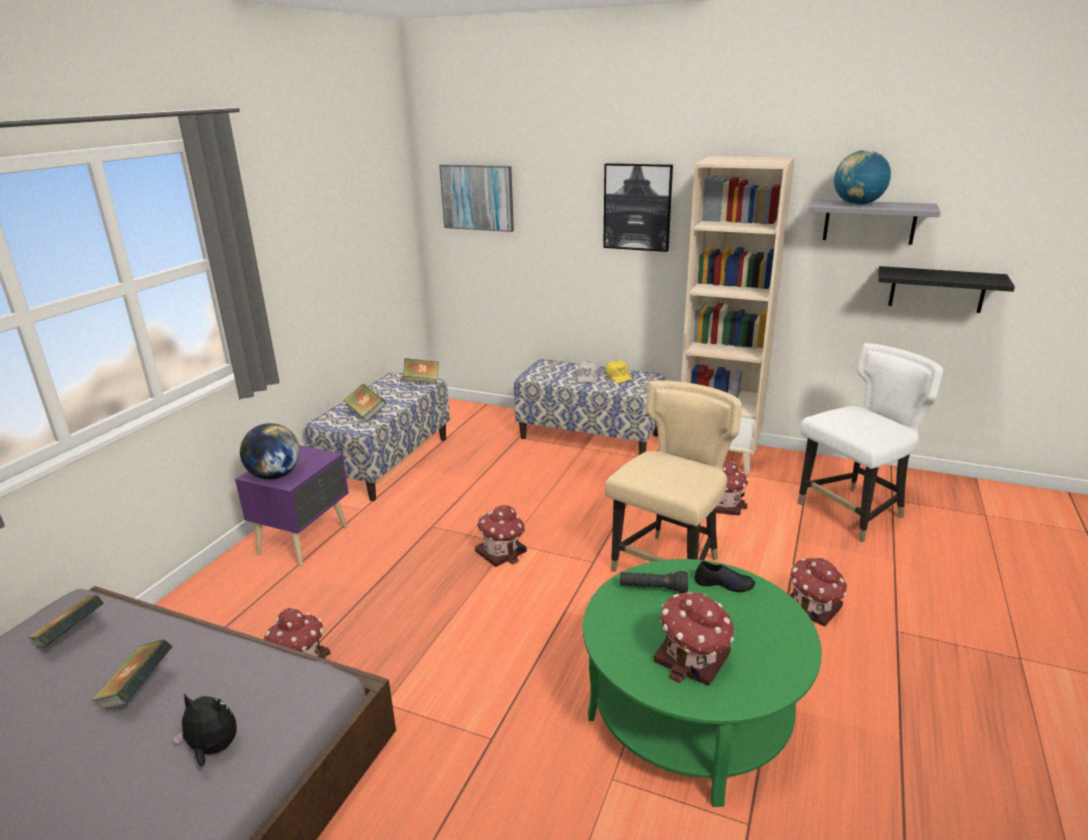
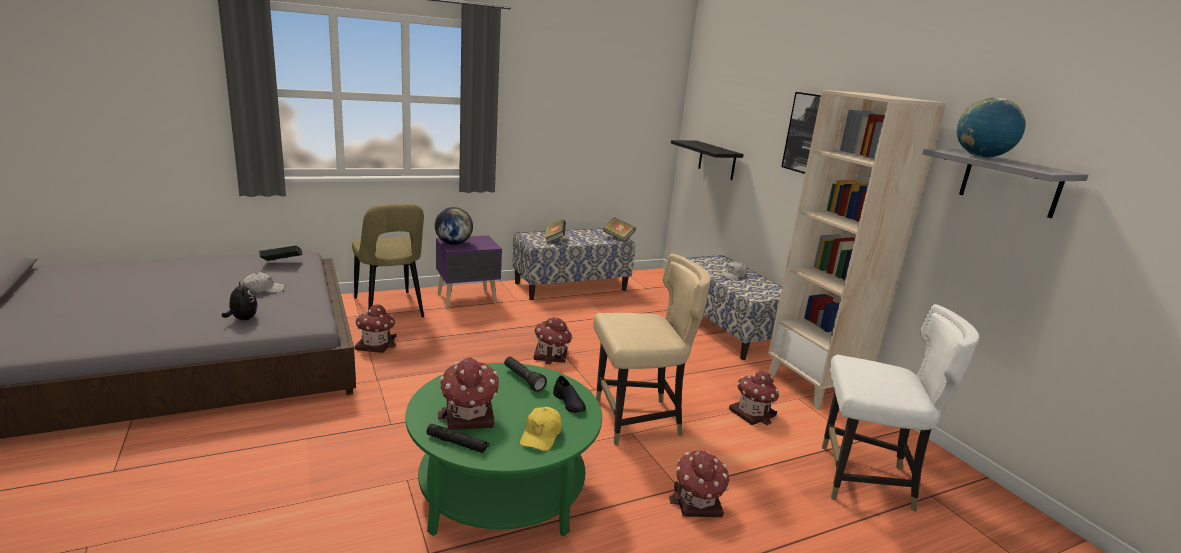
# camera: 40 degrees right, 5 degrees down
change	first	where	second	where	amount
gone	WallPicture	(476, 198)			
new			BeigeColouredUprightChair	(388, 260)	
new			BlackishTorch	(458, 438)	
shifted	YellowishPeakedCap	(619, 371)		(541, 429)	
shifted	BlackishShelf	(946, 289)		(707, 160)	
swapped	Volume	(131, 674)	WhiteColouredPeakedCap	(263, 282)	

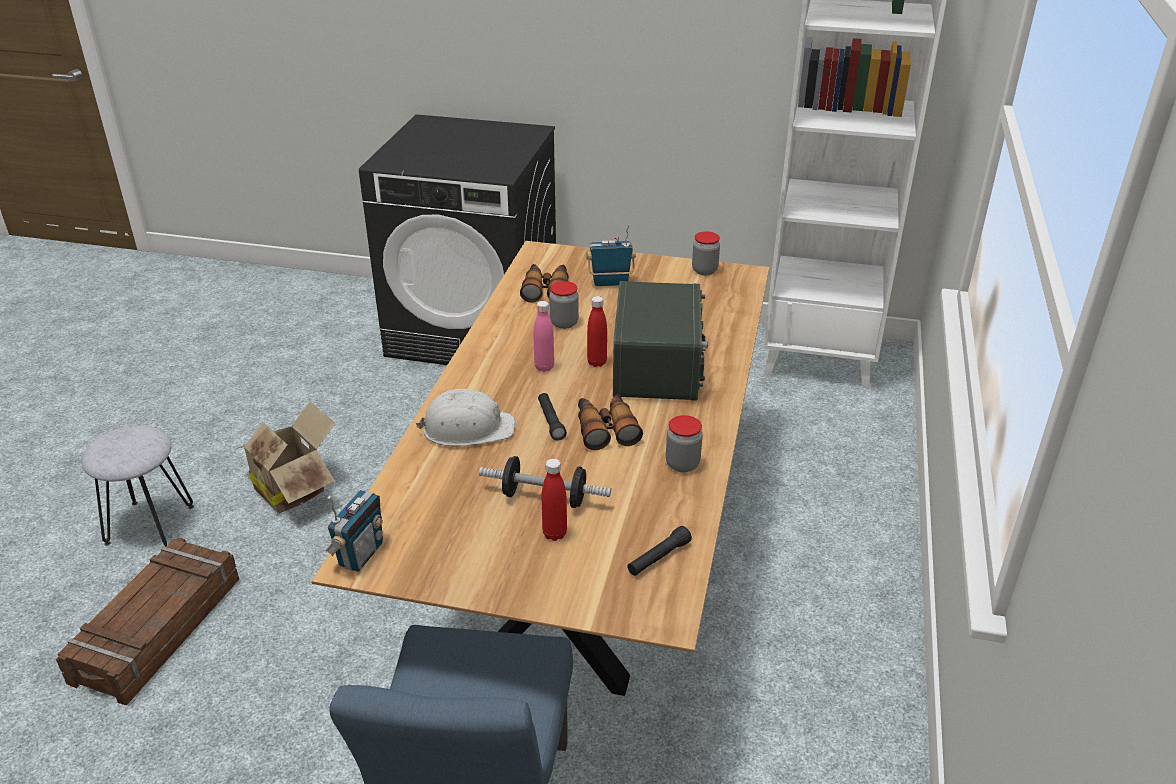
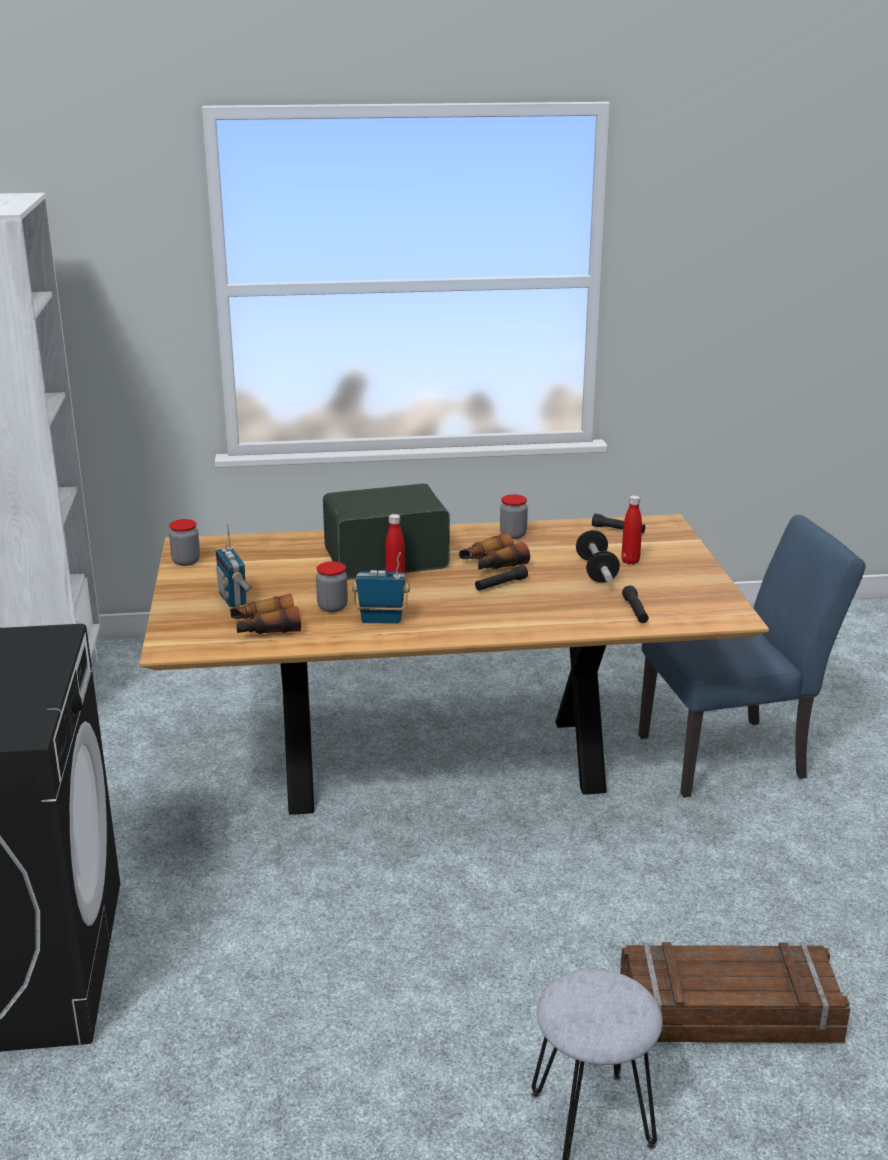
# camera: 110 degrees left, 10 degrees down
change	first	where	second	where	amount
gone	Carton	(286, 458)			
gone	WhiteColouredSafetyHelmet	(465, 417)			
gone	PinkishDrinkBottle	(544, 336)			
new			BlackishTorch	(635, 604)	
shifted	Radio	(354, 531)		(381, 588)	

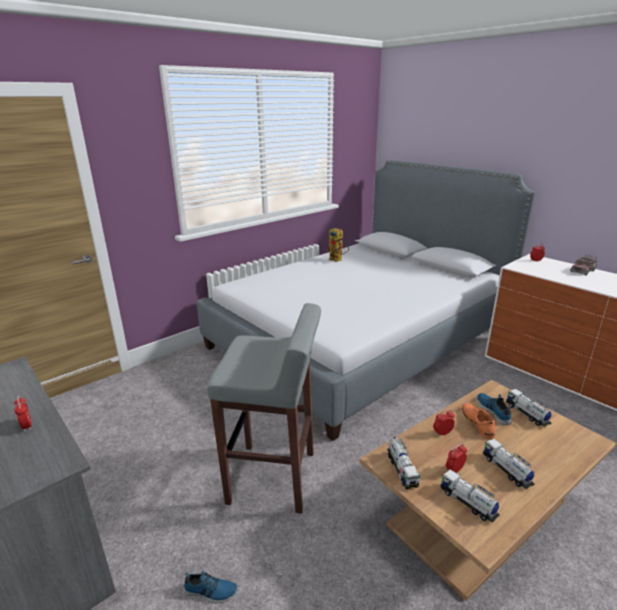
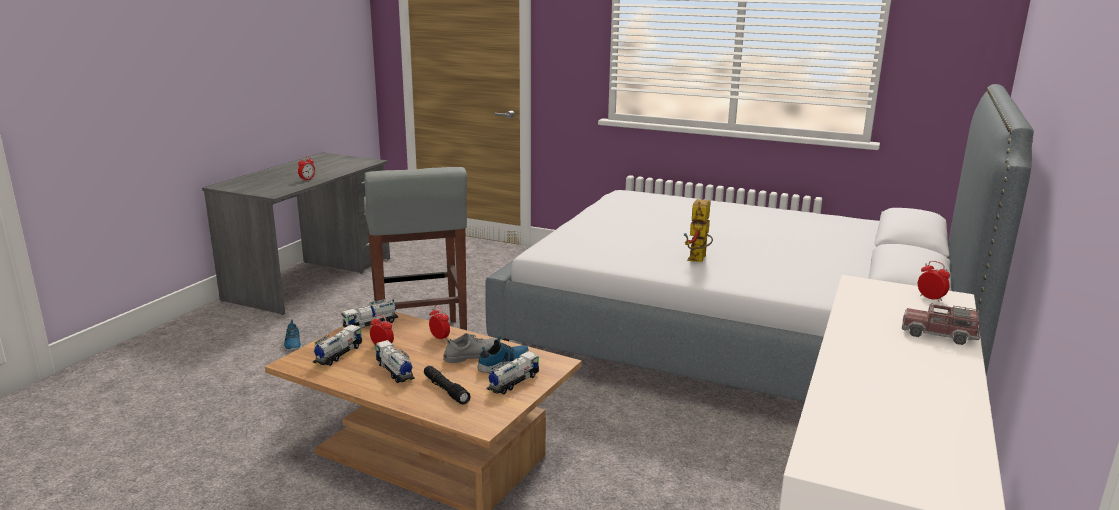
# camera: 65 degrees right, 5 degrees down
change	first	where	second	where	amount
new			BlackishTorch	(447, 385)	
shifted	RobotFigure	(338, 245)		(698, 230)	
repainted	OrangeItemOfFootwear	(479, 421)	GrayItemOfFootwear	(470, 348)	
rotated	ModelTruck	(509, 464)		(395, 361)	75 degrees counterclockwise

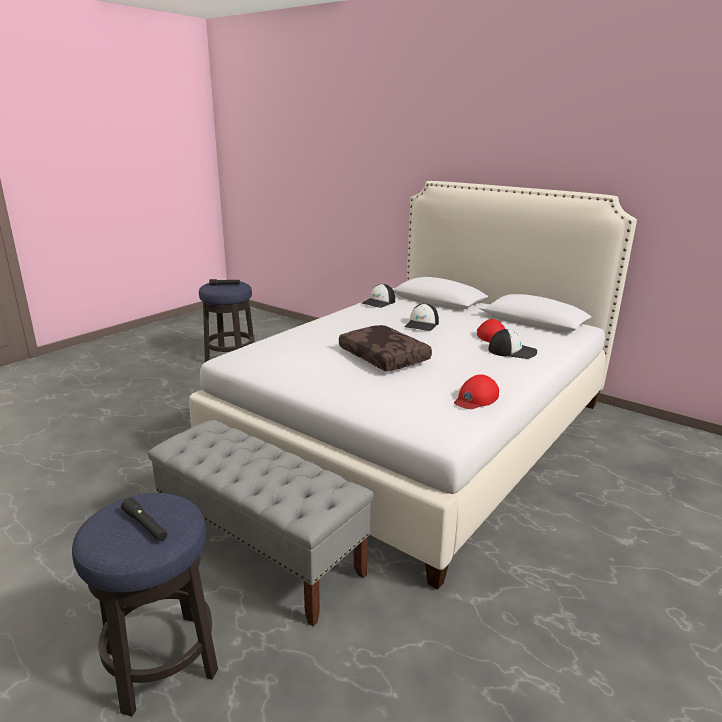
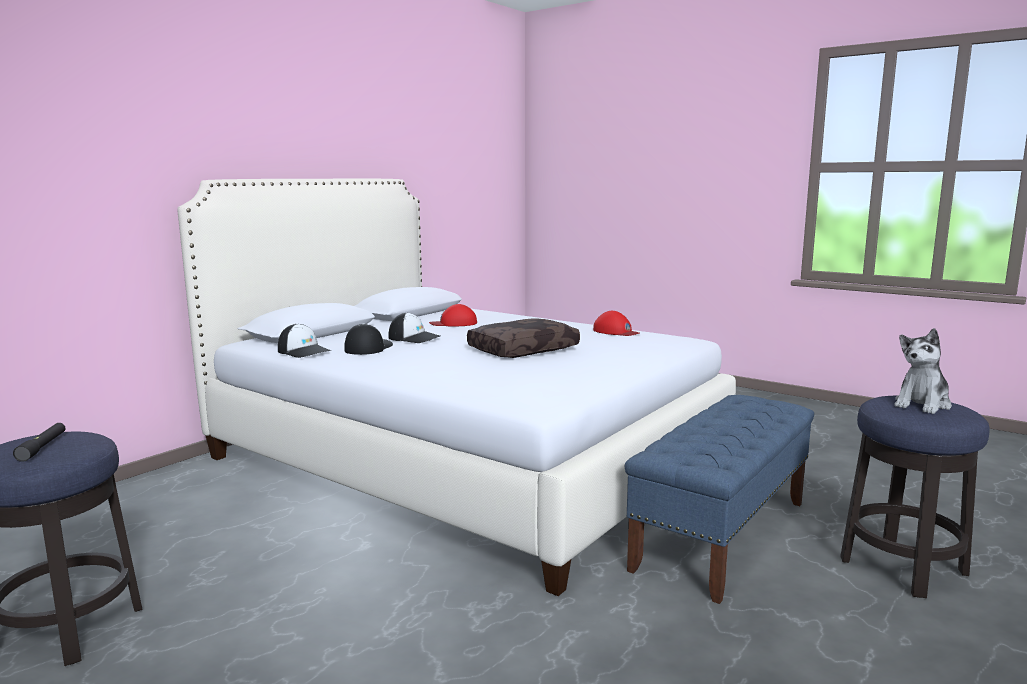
# camera: 90 degrees left, 10 degrees down
change	first	where	second	where	amount
shifted	PeakedCap	(513, 344)		(368, 339)	
swapped	BlackishTorch	(144, 519)	PlushToy	(923, 371)	
repainted	GrayIndoorBench	(261, 523)	BluishIndoorBench	(719, 499)	

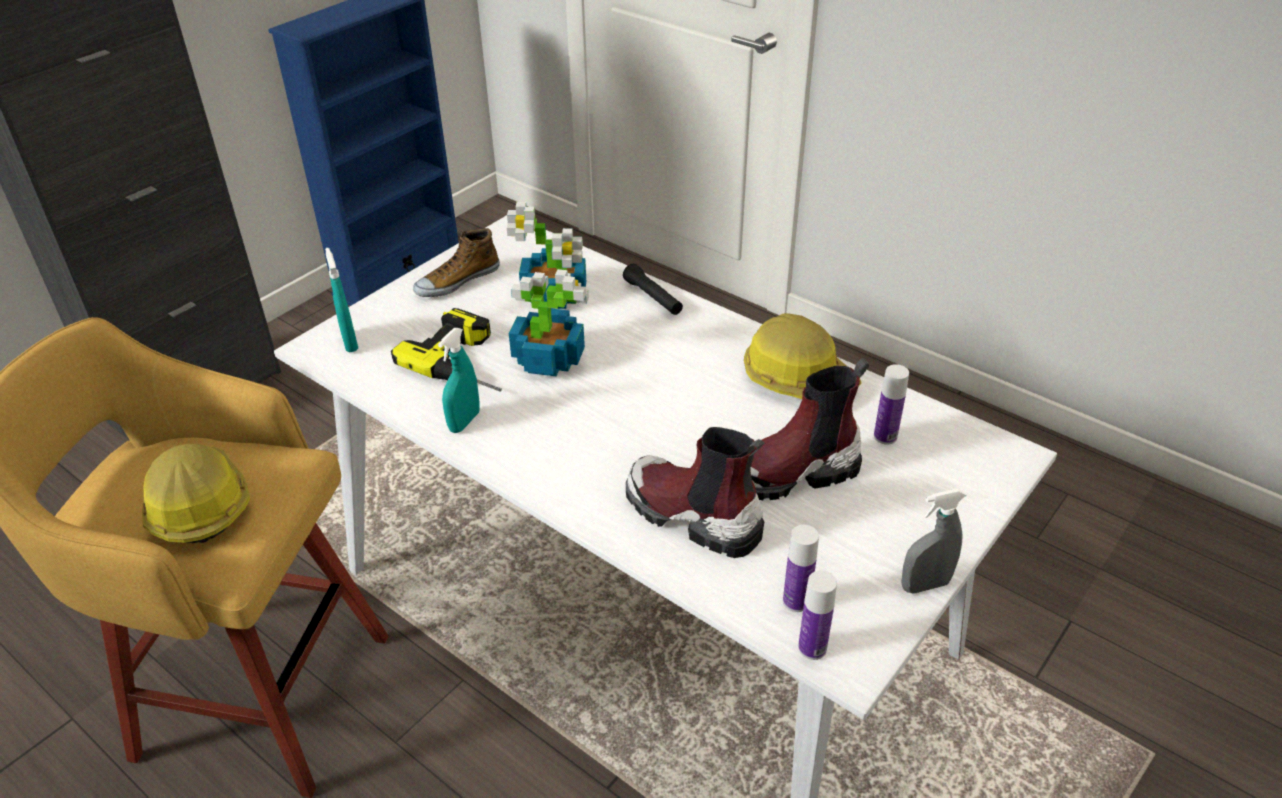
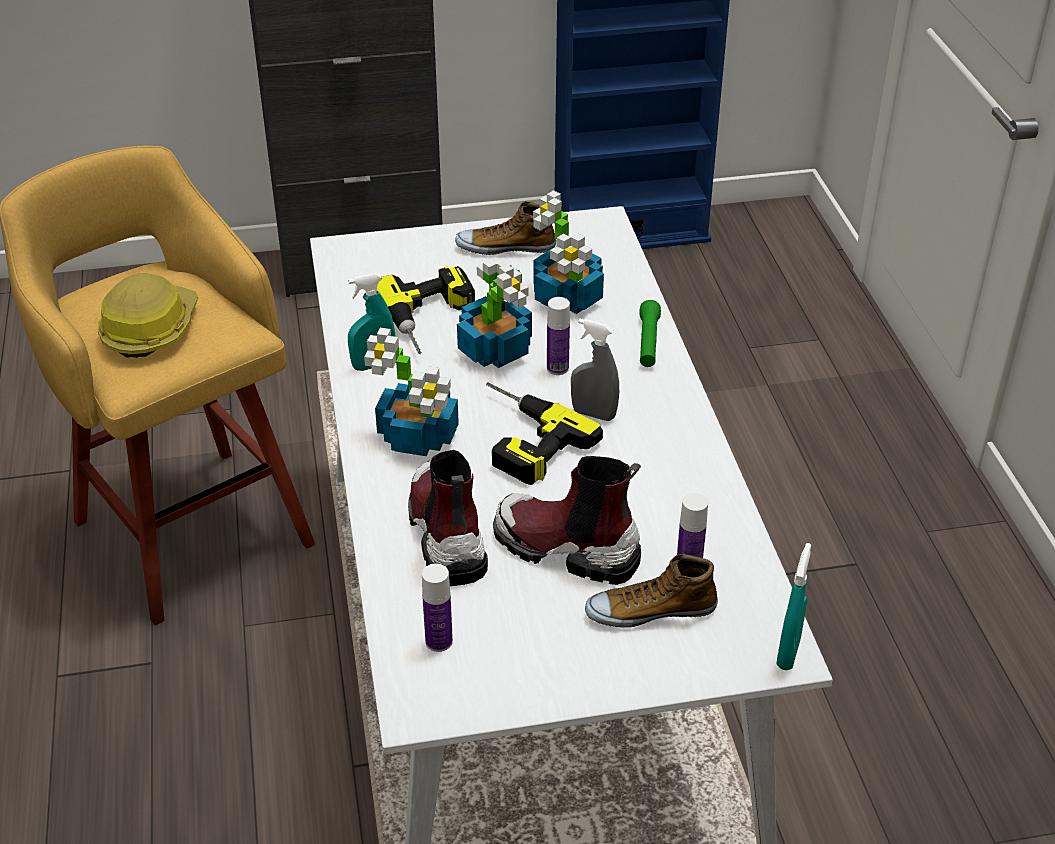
# camera: 40 degrees right, 0 degrees up
change	first	where	second	where	amount
gone	SafetyHelmet	(802, 356)			
new			PlantInAPot	(411, 392)	
new			PowerDrill	(544, 433)	
new			ItemOfFootwear	(651, 591)	
shifted	BlueGreenSprayer	(341, 300)		(793, 606)	
shifted	DrinkBottle	(817, 615)		(558, 336)	
shifted	GraySprayer	(933, 541)		(595, 369)	
repainted	BlackishTorch	(653, 289)	GreenishTorch	(650, 333)	

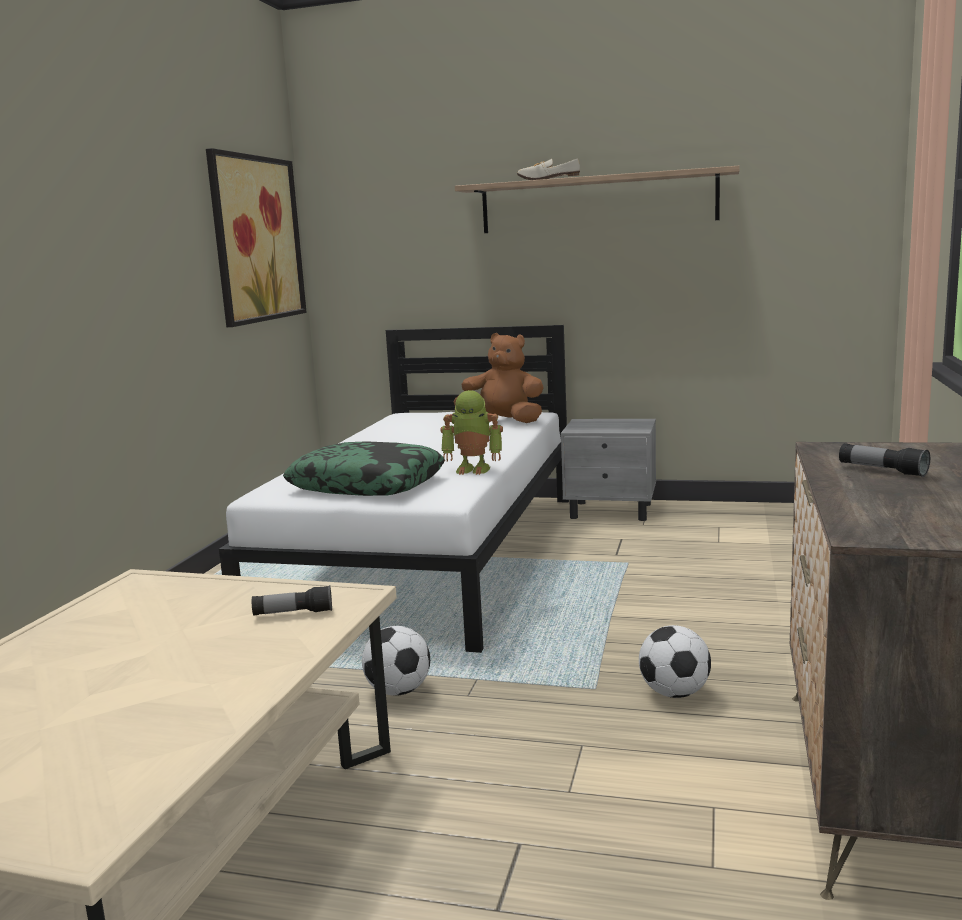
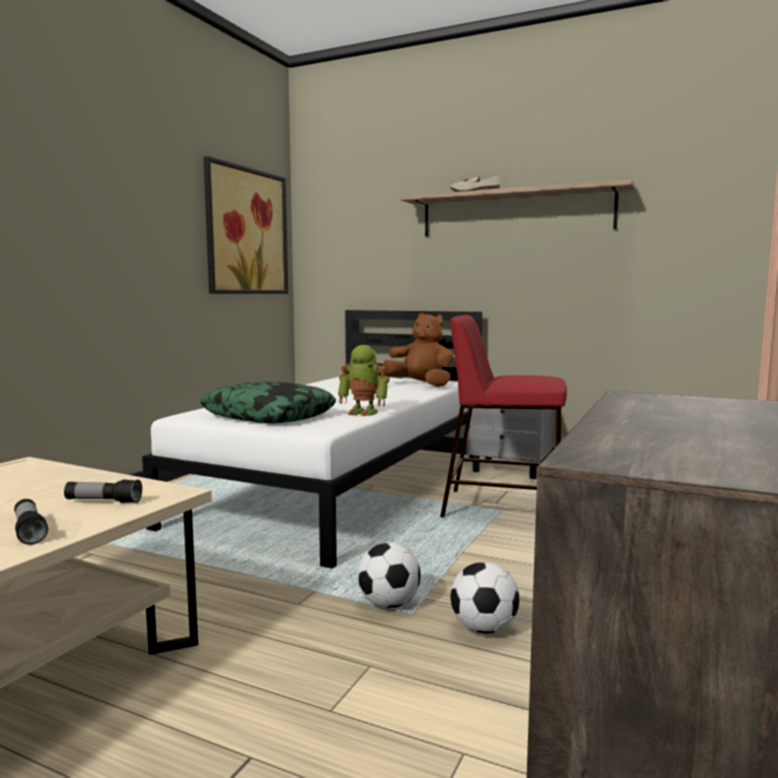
# camera: 10 degrees right, 5 degrees down
change	first	where	second	where	amount
new			RedStoolSeat	(503, 416)	
shifted	FootballBall	(396, 661)		(389, 575)	
shifted	Torch	(884, 460)		(31, 522)	

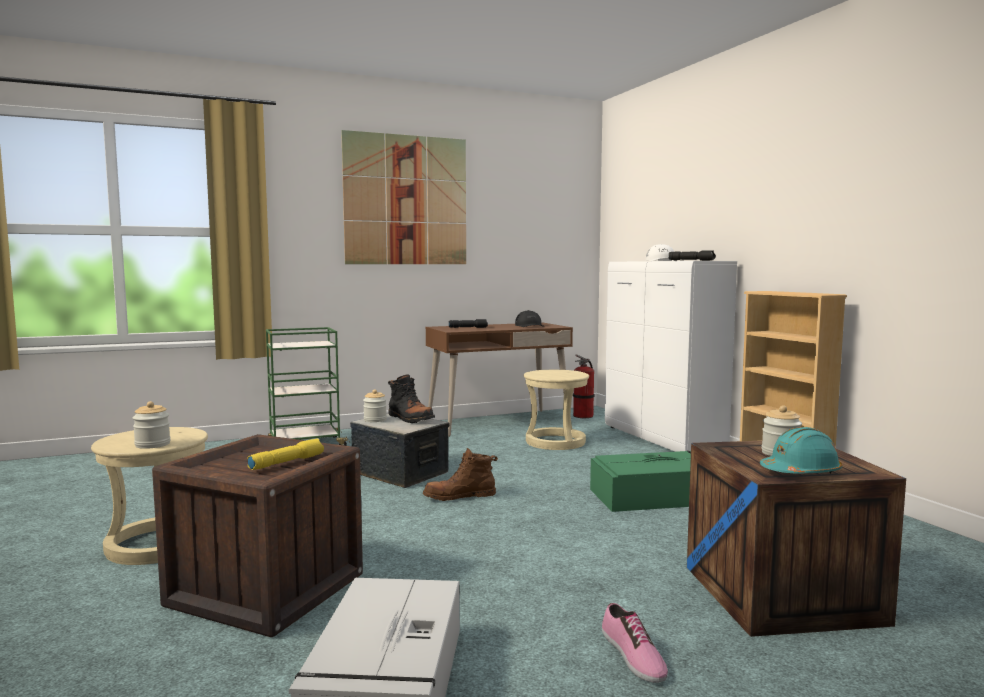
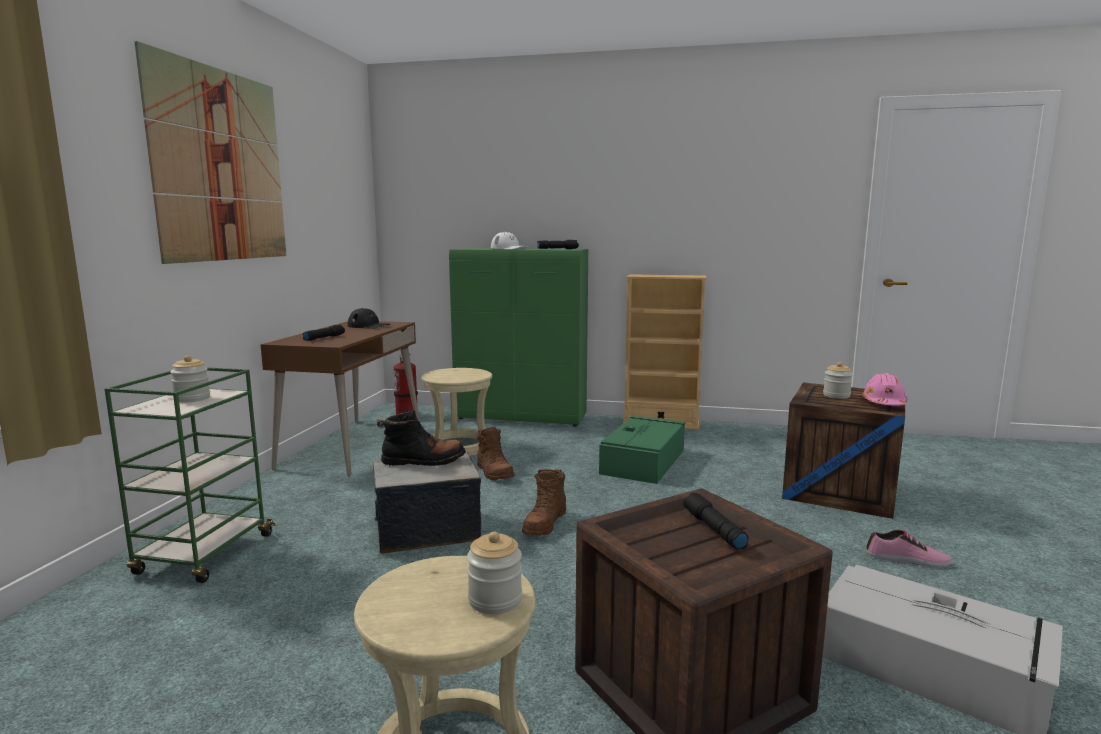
# camera: 55 degrees left, 5 degrees up
change	first	where	second	where	amount
new			BrownTallBoot	(496, 453)	
shifted	StorageJar	(375, 405)		(190, 379)	
repainted	YellowishTorch	(285, 454)	BlackishTorch	(715, 521)	
repainted	WhiteColouredStorageCabinet	(671, 356)	GreenishStorageCabinet	(518, 337)	
repainted	BlueGreenSafetyHelmet	(801, 450)	PinkishSafetyHelmet	(885, 389)	

